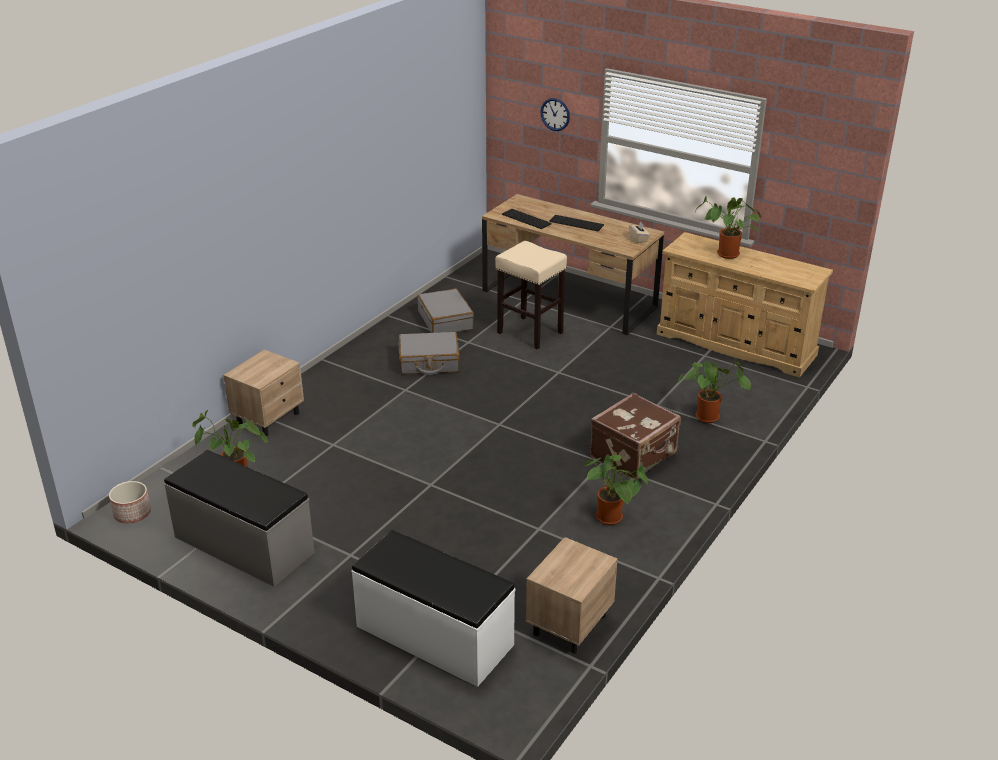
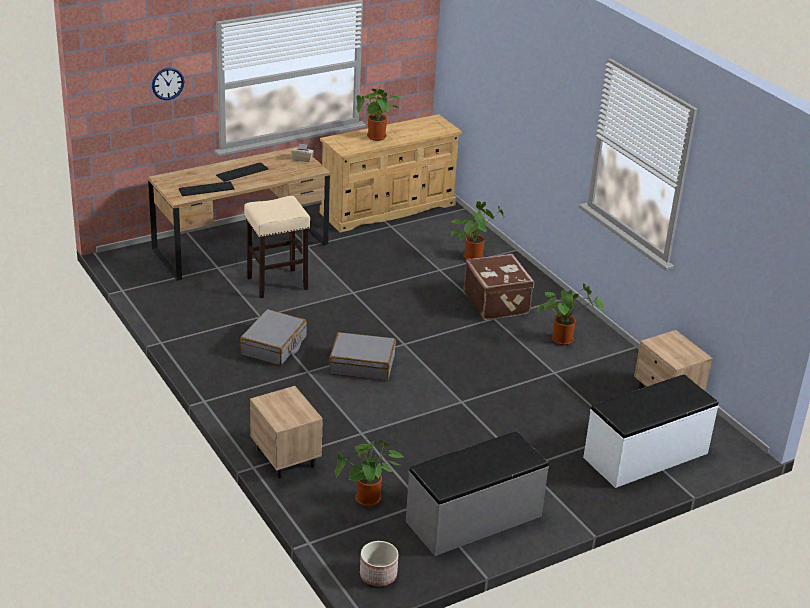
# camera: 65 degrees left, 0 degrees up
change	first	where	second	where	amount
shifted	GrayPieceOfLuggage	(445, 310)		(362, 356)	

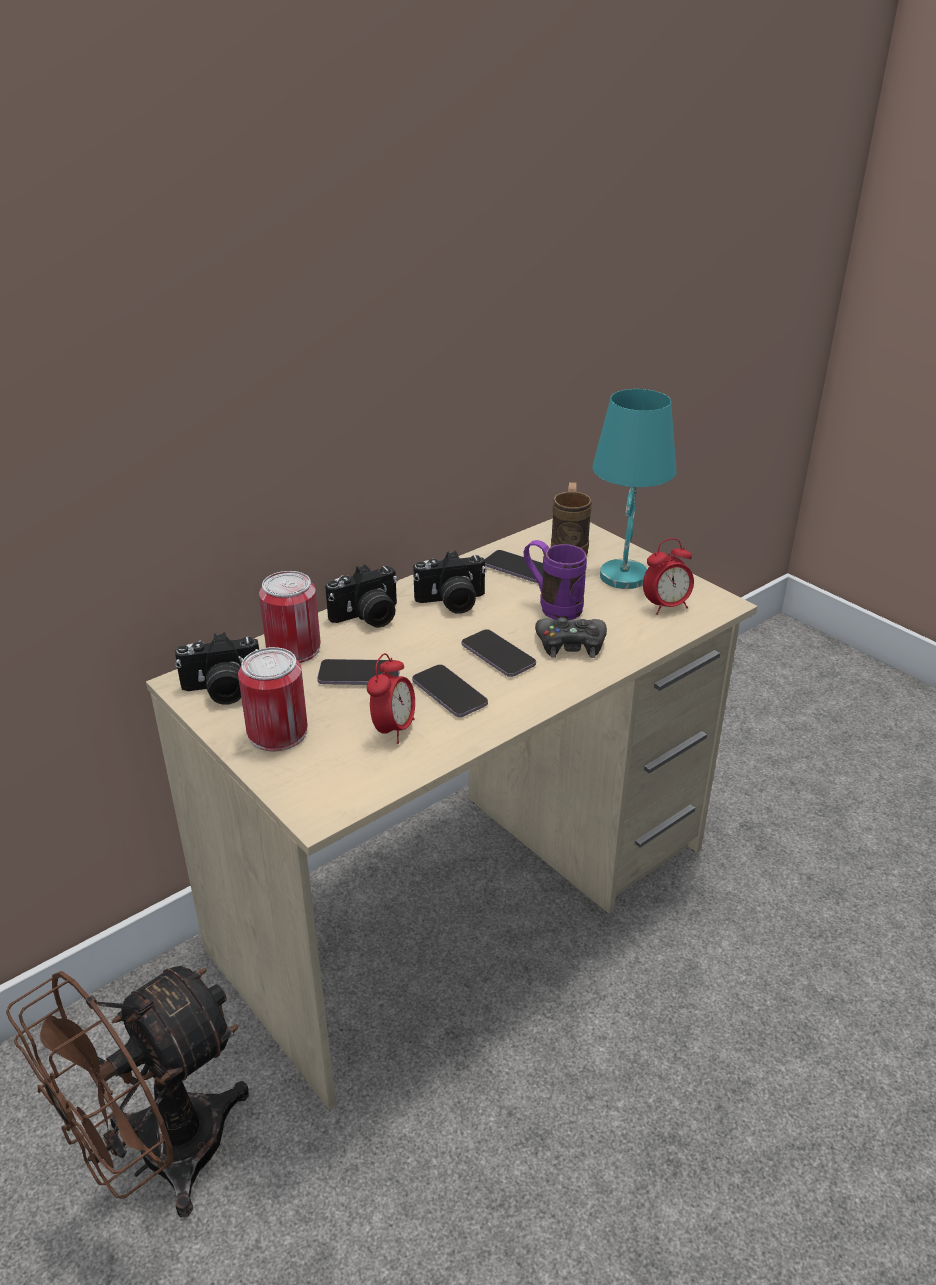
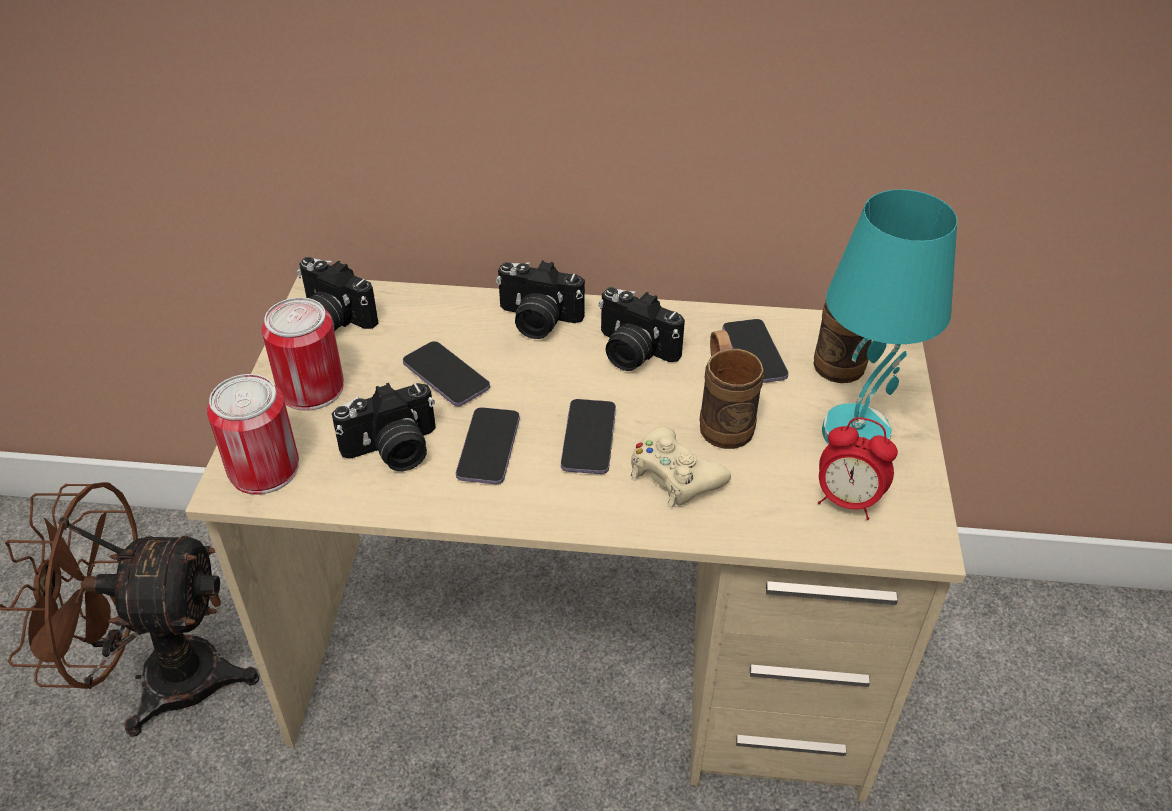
# camera: 45 degrees right, 10 degrees up
change	first	where	second	where	amount
shifted	SealedCan	(290, 617)		(253, 434)	
swapped	TableClock	(391, 698)	PhotoCamera	(384, 427)	
repainted	PurplishTeaMug	(555, 580)	BrownTeaMug	(731, 389)	
repainted	BlackishJoypad	(571, 637)	BeigeColouredJoypad	(681, 466)	

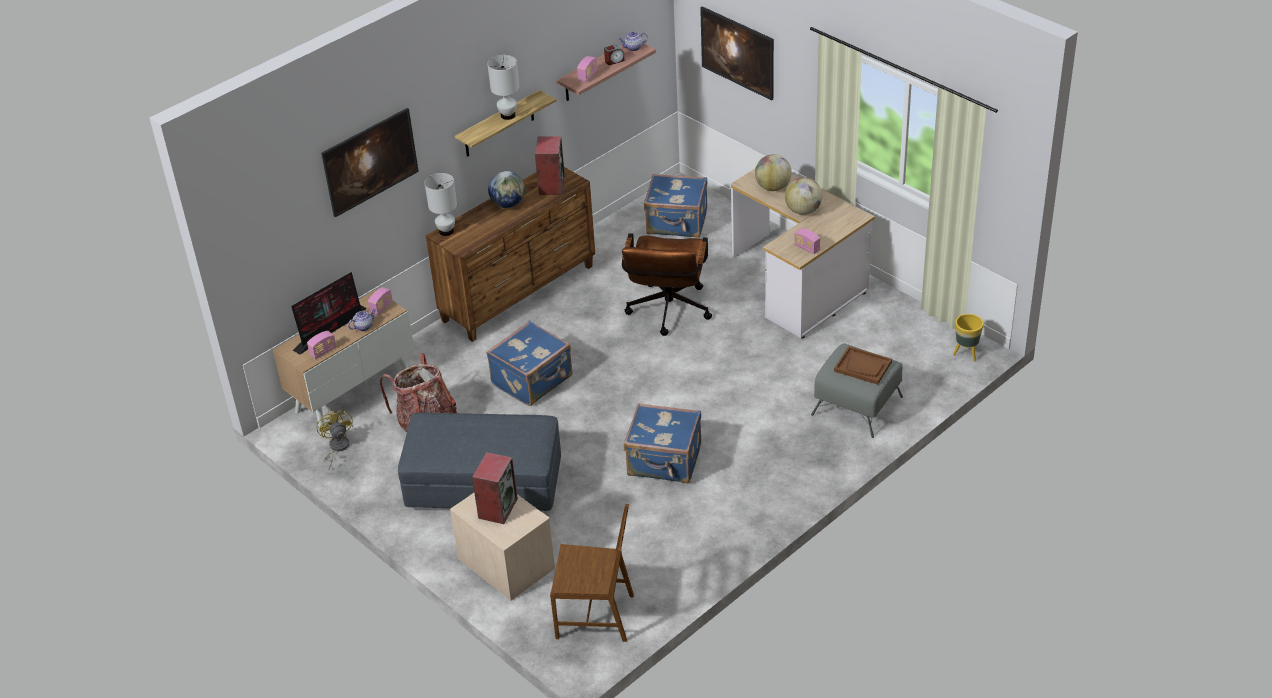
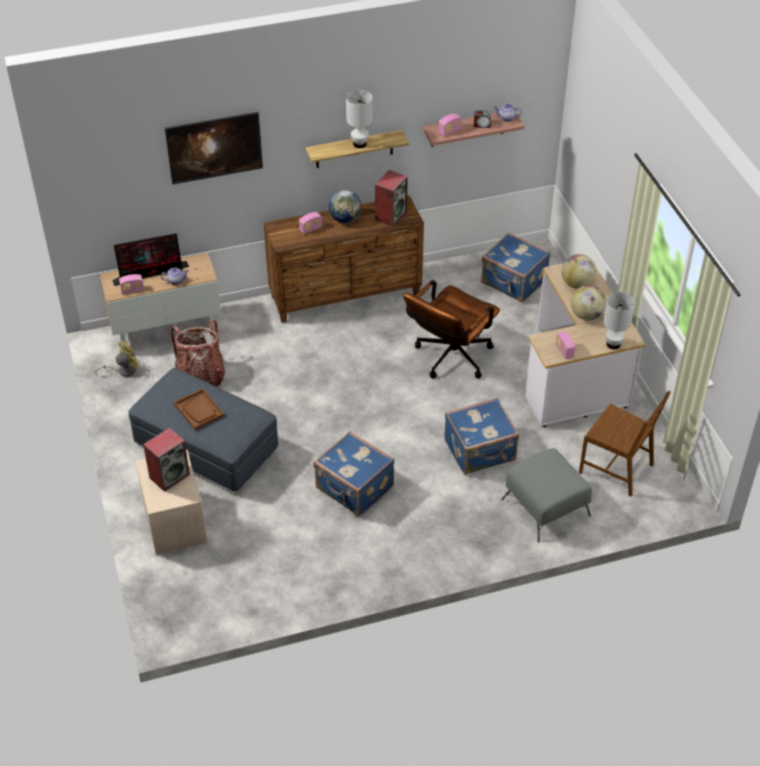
# camera: 25 degrees right, 5 degrees up
change	first	where	second	where	amount
gone	WallPicture	(737, 53)			
gone	YellowishFlowerPot	(968, 338)			
shifted	Radio	(380, 301)		(310, 223)	
shifted	WhiteColouredLampForATable	(441, 204)		(619, 320)	
shifted	BluishPieceOfLuggage	(529, 363)		(481, 436)	
shifted	BrownUprightChair	(592, 573)		(625, 443)	
shifted	BrownServingTray	(863, 365)		(199, 409)	
rotated	YellowishElectricFan	(335, 439)		(118, 359)	45 degrees clockwise

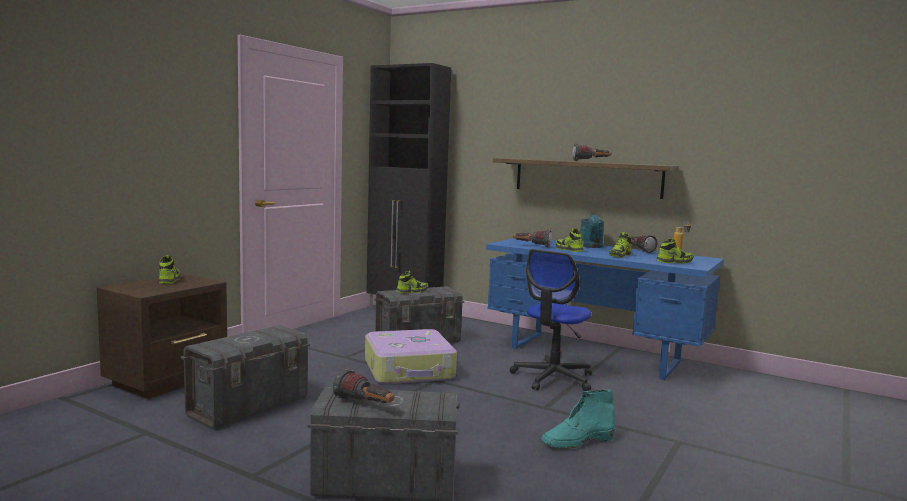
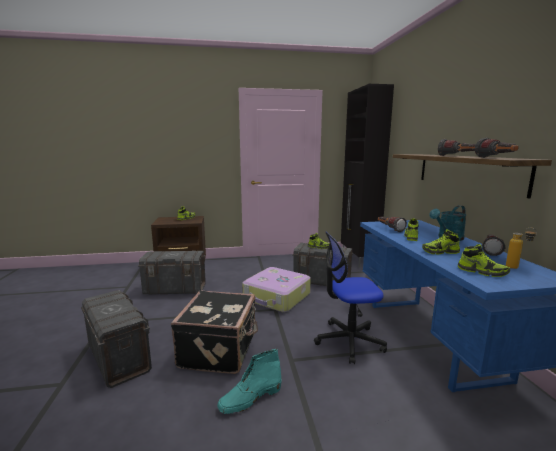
# camera: 50 degrees right, 5 degrees up
change	first	where	second	where	amount
new			BlackishPieceOfLuggage	(214, 332)	
shifted	Torch	(363, 386)		(497, 148)	
rotated	BlueGreenTallBoot	(578, 419)		(249, 381)	60 degrees counterclockwise

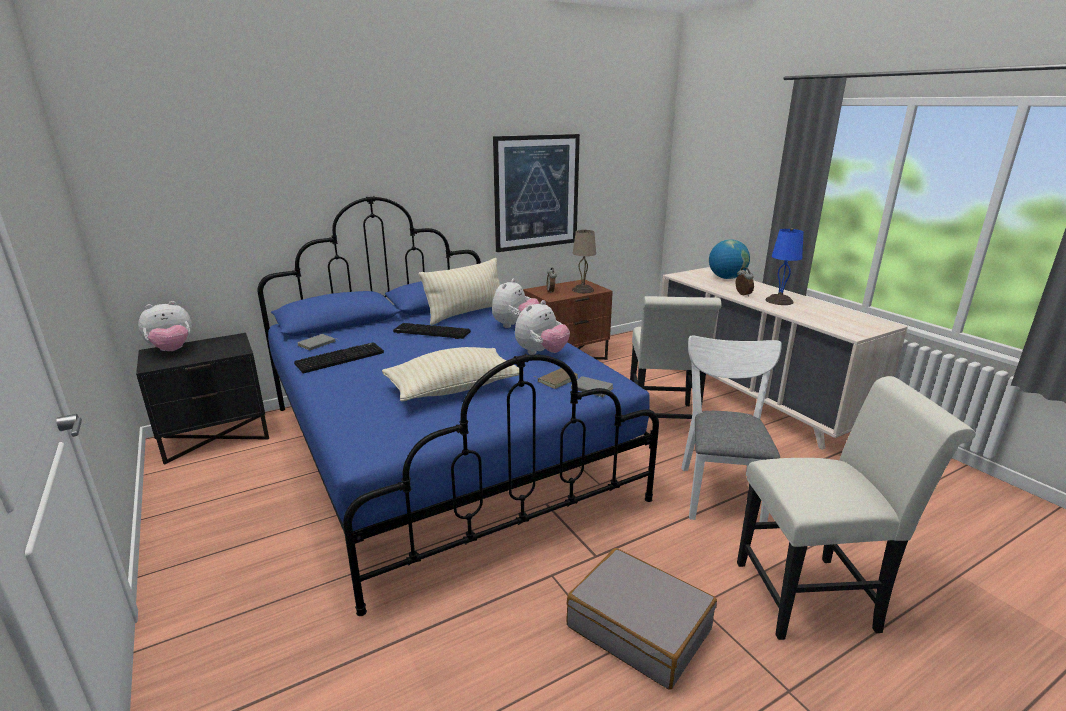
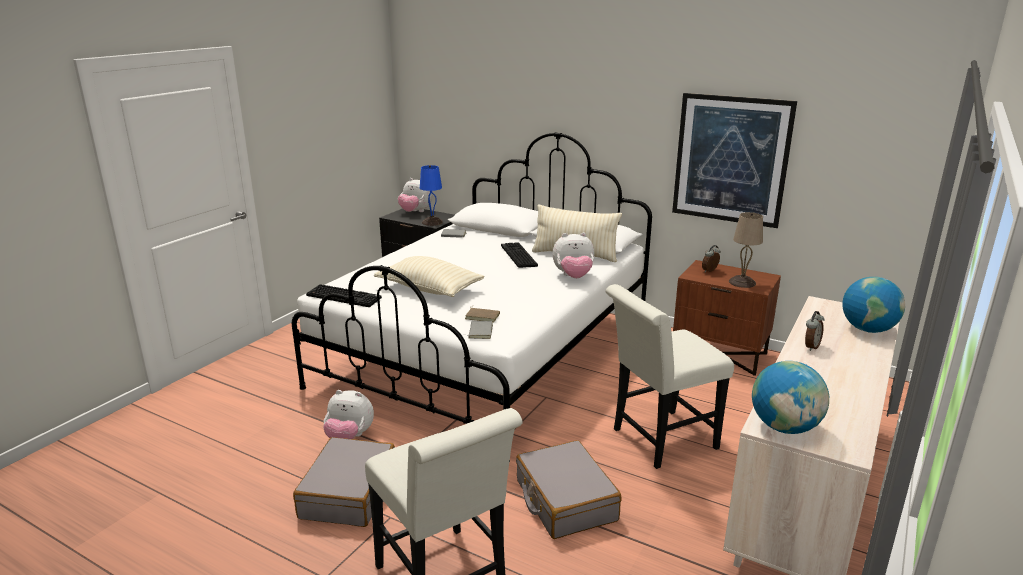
# camera: 60 degrees right, 0 degrees up
change	first	where	second	where	amount
new			DeskGlobe	(790, 397)	
shifted	Keyboard	(339, 358)		(344, 295)	
shifted	PlushToy	(542, 327)		(348, 414)	
shifted	BluishLampForATable	(784, 266)		(431, 195)	
swapped	WhiteColouredUprightChair	(731, 429)	GrayPieceOfLuggage	(568, 489)	
repainted	BluishSleepingBed	(458, 406)	WhiteColouredSleepingBed	(472, 297)	

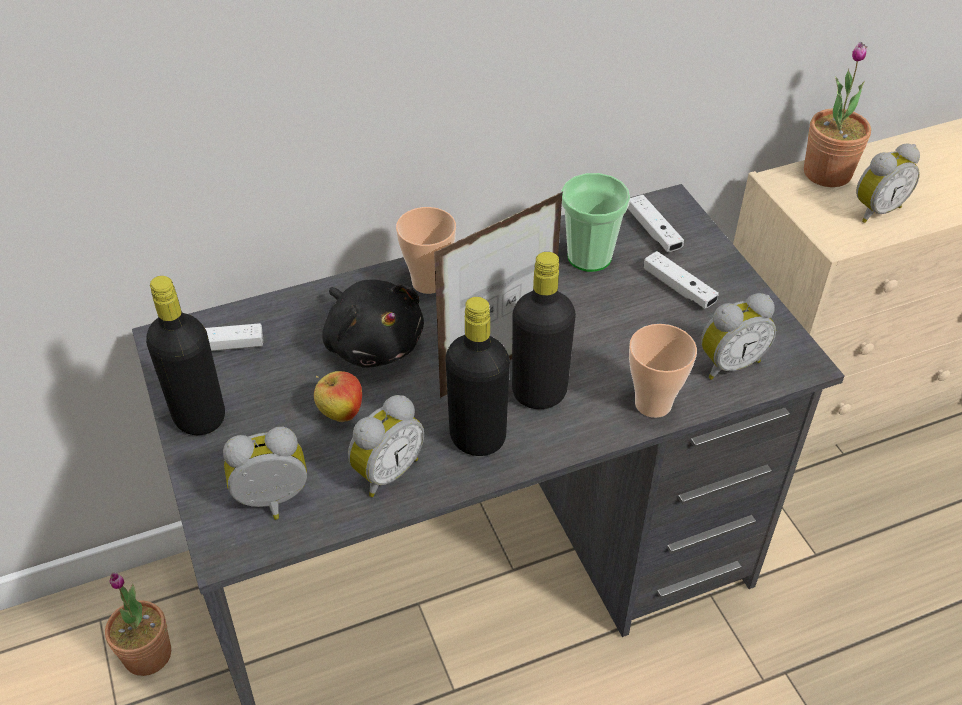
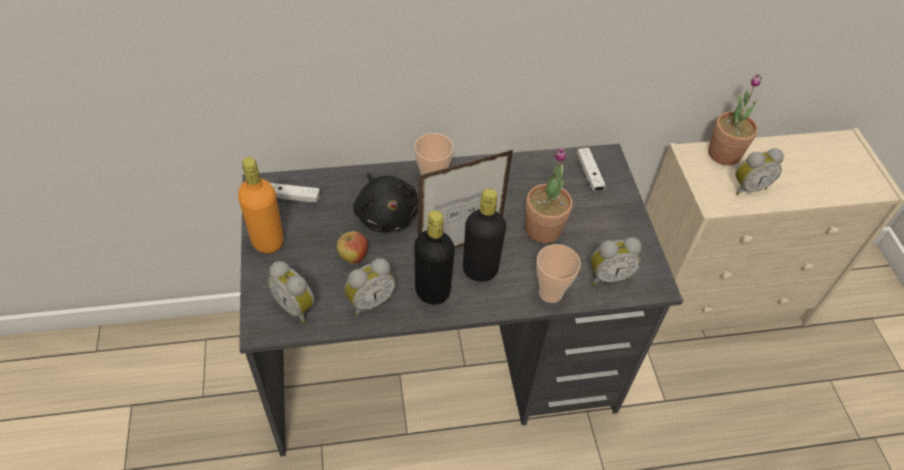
# camera: 10 degrees right, 5 degrees up
change	first	where	second	where	amount
gone	Cup	(595, 222)			
gone	WhiteColouredJoypad	(681, 280)			
shifted	PlantInAPot	(138, 624)		(549, 195)	
repainted	BlackishDrinkBottle	(185, 355)	OrangeDrinkBottle	(261, 205)	
rotated	TableClock	(265, 473)		(291, 292)	135 degrees counterclockwise

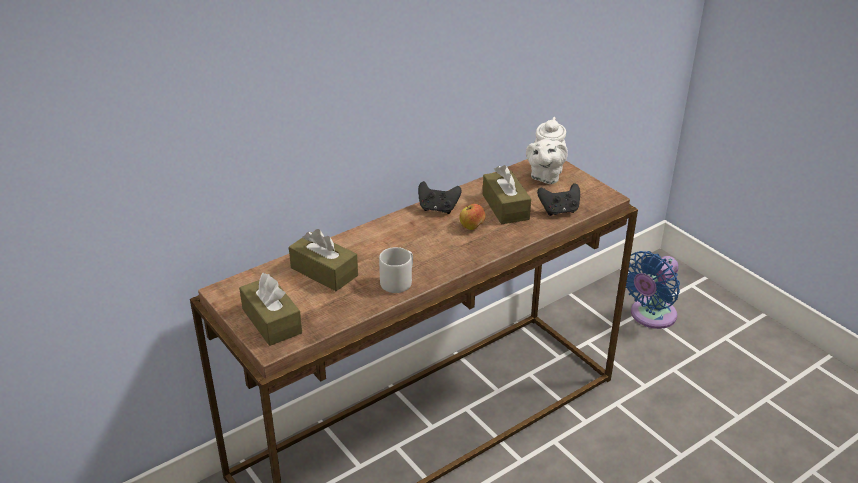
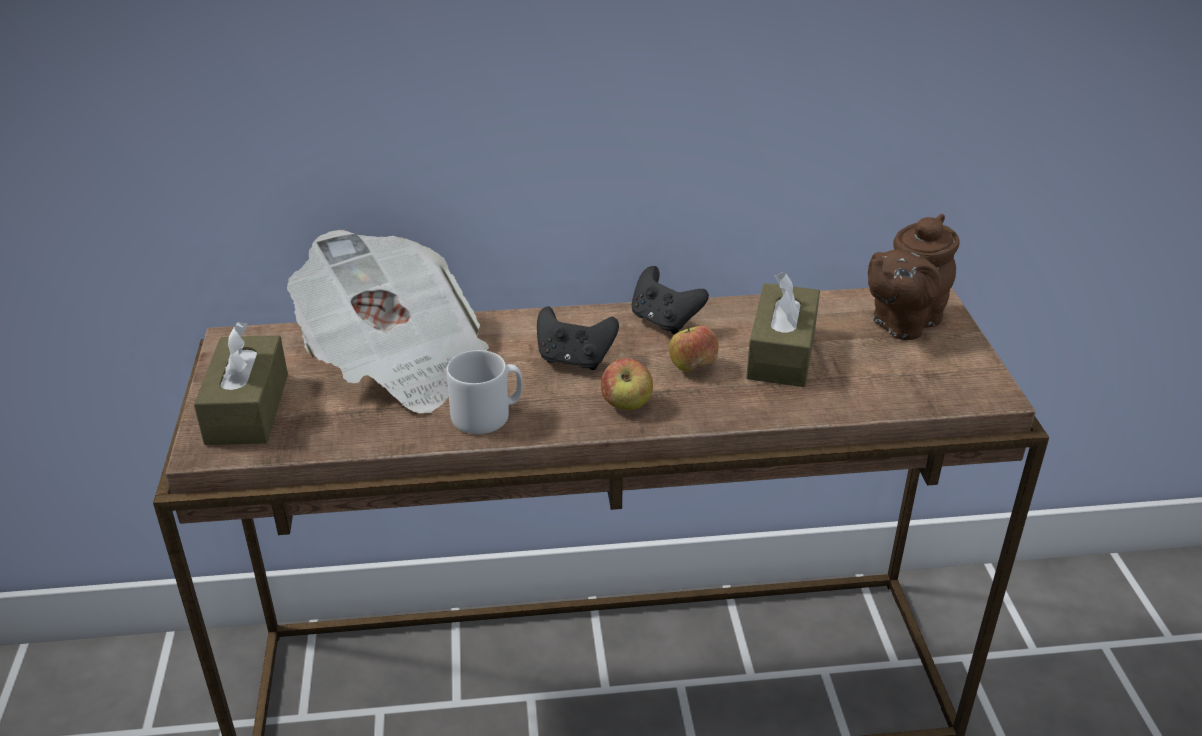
# camera: 30 degrees right, 0 degrees up
change	first	where	second	where	amount
gone	BluishElectricFan	(653, 290)			
new			Apple	(627, 384)	
shifted	BlackishJoypad	(558, 199)		(578, 338)	
swapped	BrownTissueBox	(323, 260)	PrintedPaper	(388, 321)	
repainted	WhiteColouredTeaPot	(547, 150)	BrownTeaPot	(914, 277)	

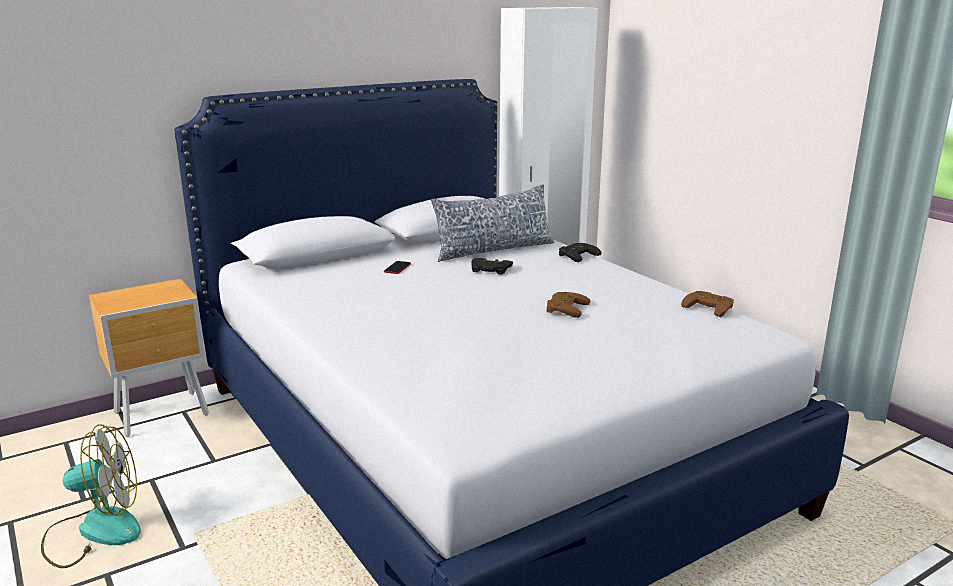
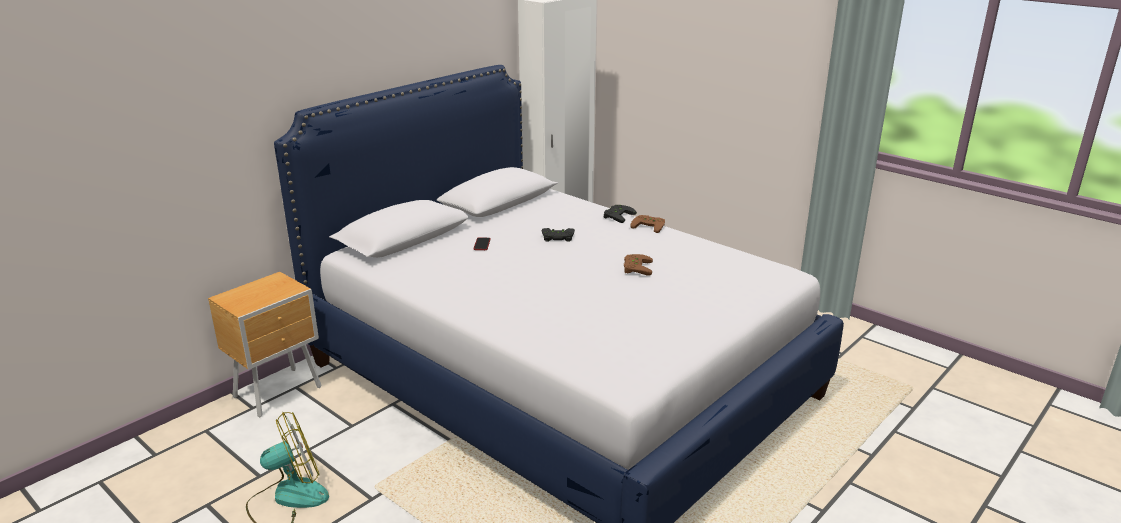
# camera: 15 degrees left, 5 degrees up
change	first	where	second	where	amount
gone	ThrowPillow	(492, 223)			
shifted	BrownJoypad	(707, 304)		(647, 224)	

